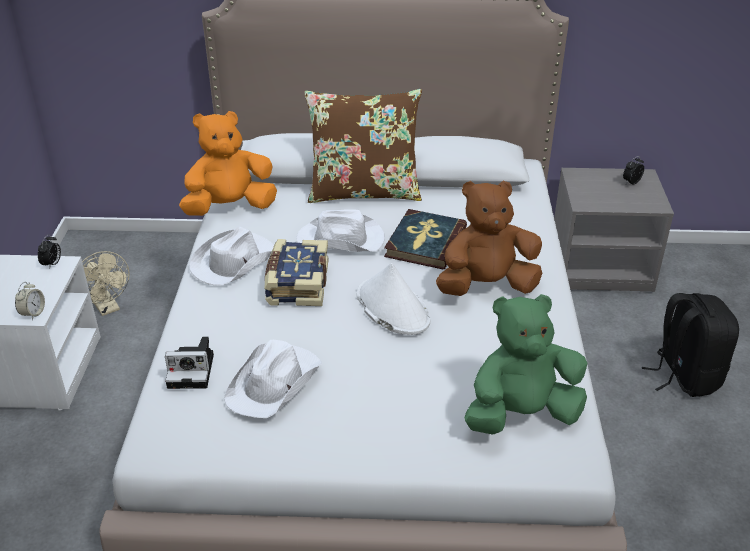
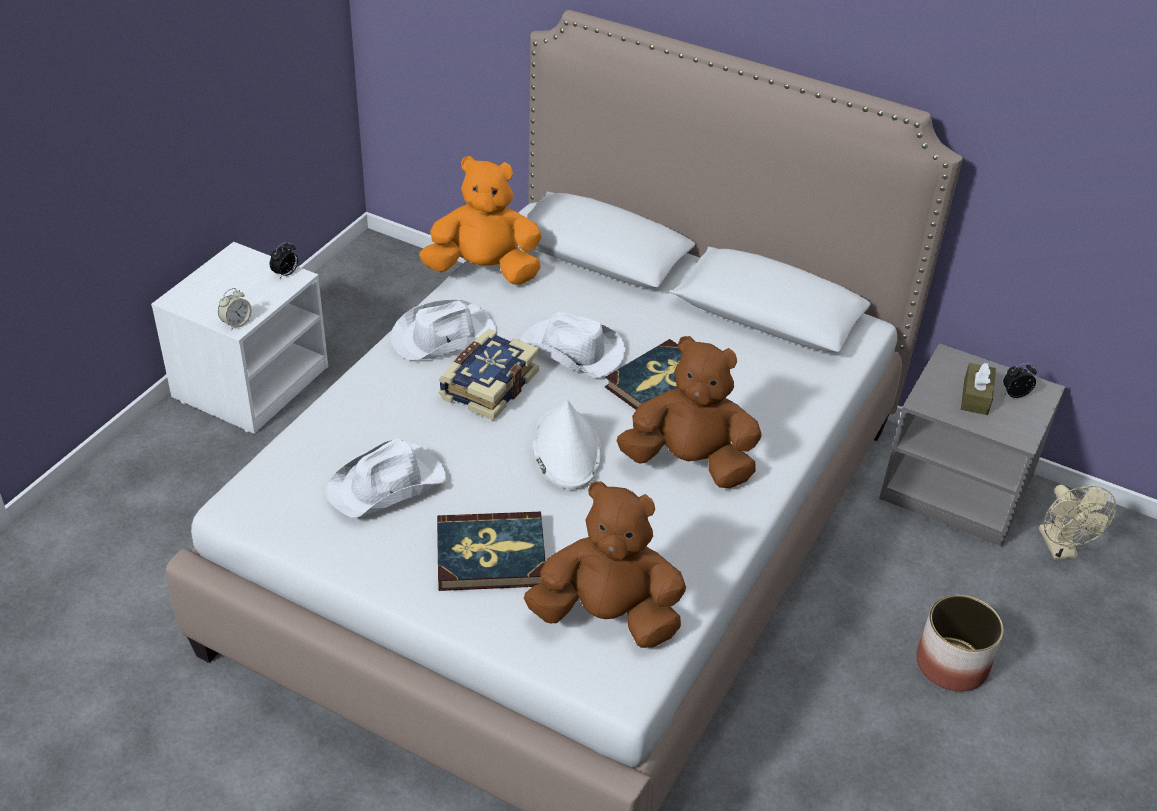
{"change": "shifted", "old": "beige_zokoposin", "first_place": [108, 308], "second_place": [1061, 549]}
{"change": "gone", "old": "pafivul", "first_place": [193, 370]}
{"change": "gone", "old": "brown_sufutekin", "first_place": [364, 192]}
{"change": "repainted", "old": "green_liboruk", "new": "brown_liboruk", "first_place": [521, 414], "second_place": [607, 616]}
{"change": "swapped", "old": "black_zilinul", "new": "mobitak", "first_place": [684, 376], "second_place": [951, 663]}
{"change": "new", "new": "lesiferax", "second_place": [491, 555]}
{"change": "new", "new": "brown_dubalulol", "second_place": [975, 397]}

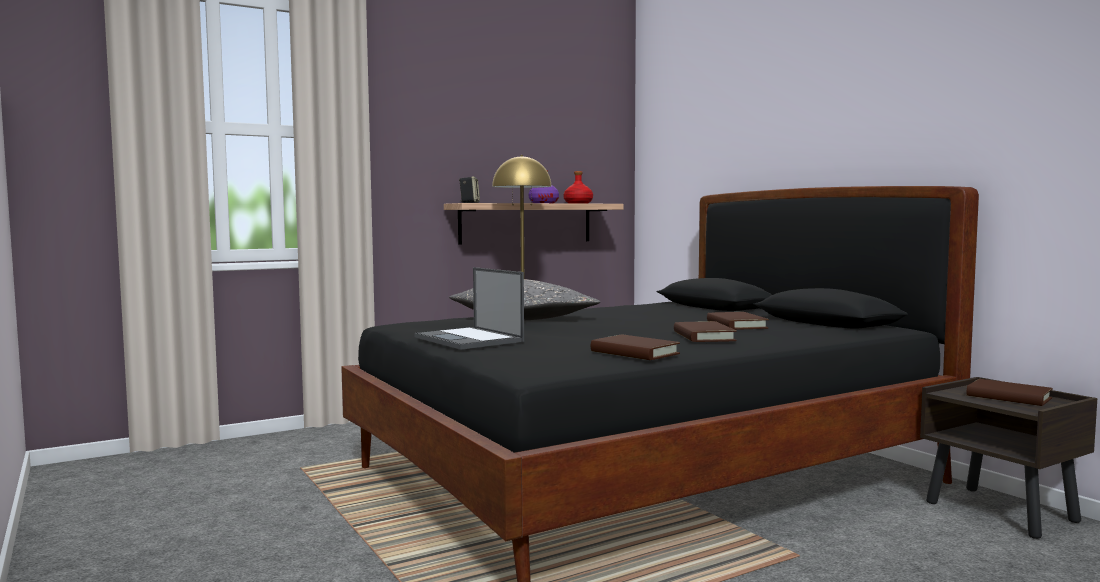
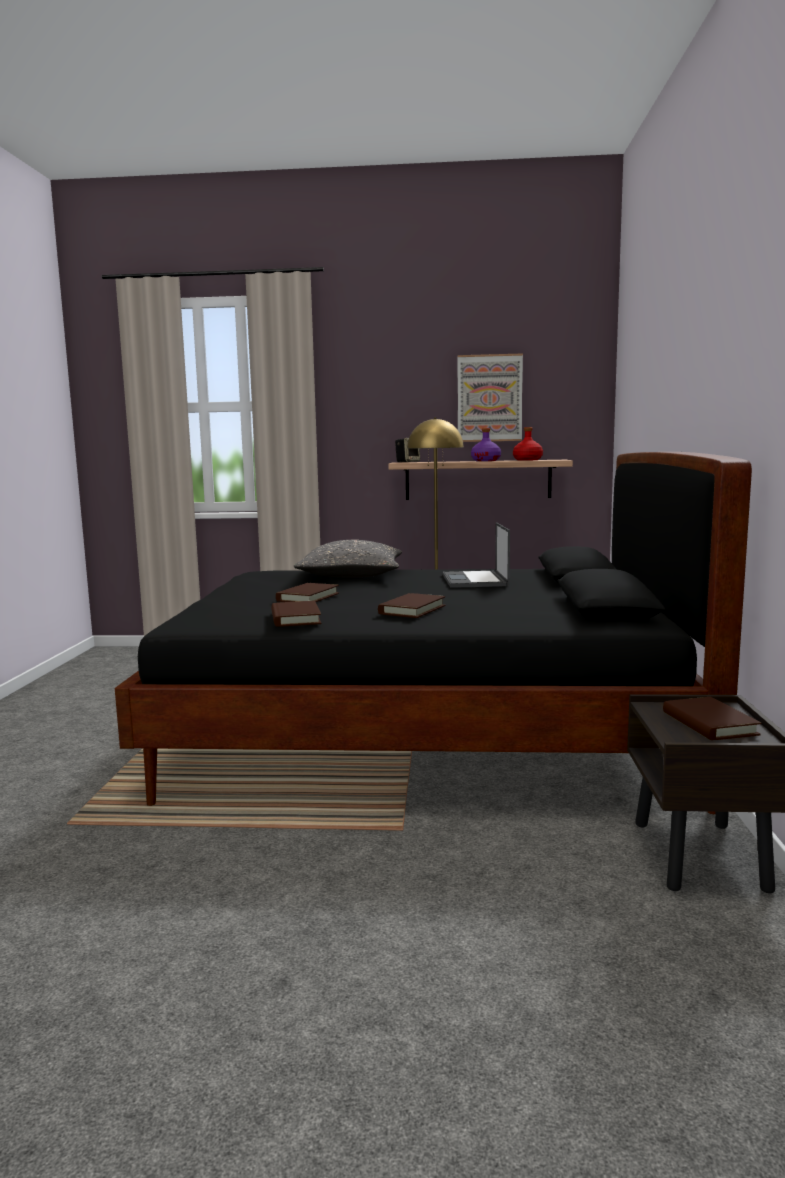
{"change": "shifted", "old": "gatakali", "first_place": [470, 339], "second_place": [475, 580]}
{"change": "shifted", "old": "brown_lesiferax", "first_place": [736, 325], "second_place": [308, 597]}
{"change": "new", "new": "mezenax", "second_place": [489, 398]}

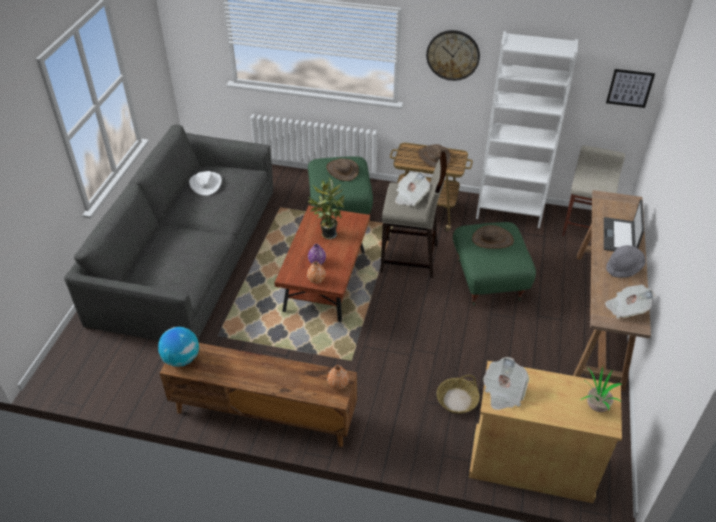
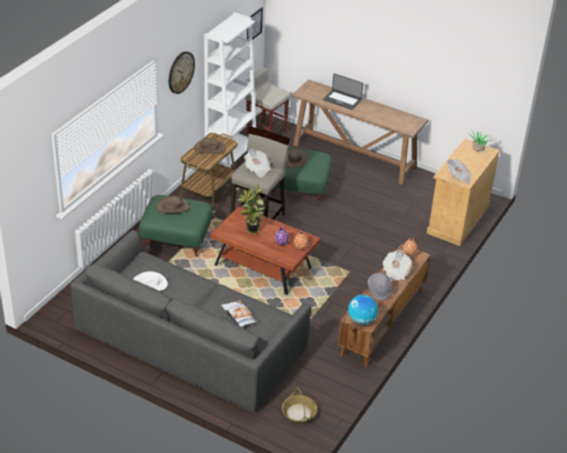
{"change": "shifted", "old": "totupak", "first_place": [457, 400], "second_place": [299, 413]}
{"change": "shifted", "old": "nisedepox", "first_place": [626, 309], "second_place": [395, 272]}
{"change": "shifted", "old": "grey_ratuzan", "first_place": [623, 268], "second_place": [379, 291]}
{"change": "new", "new": "sufutekin", "second_place": [239, 316]}

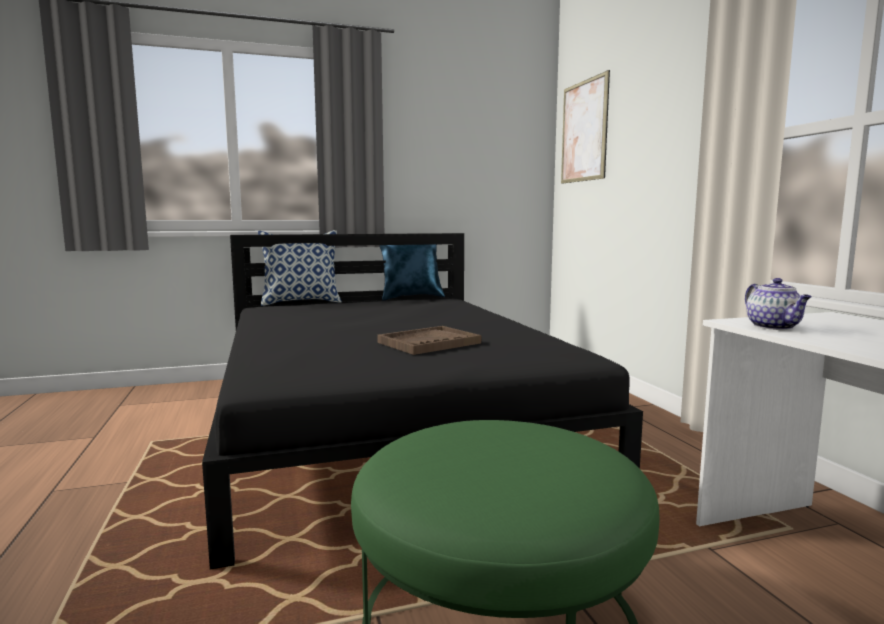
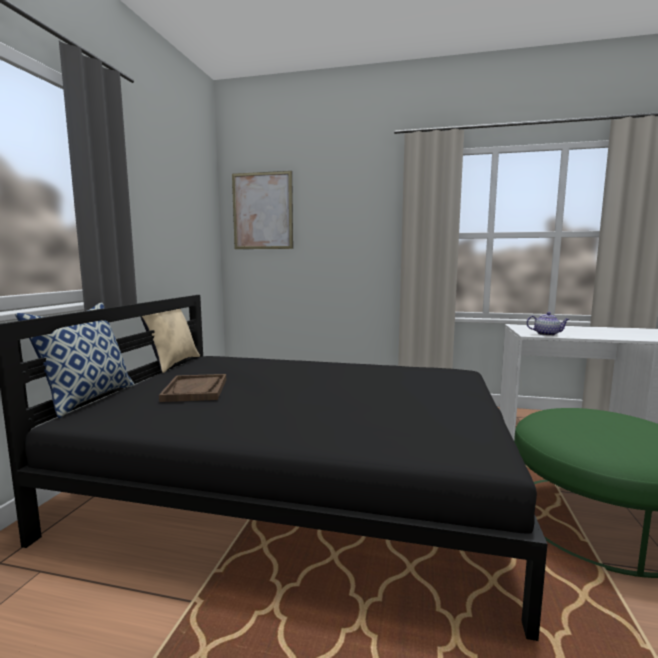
{"change": "shifted", "old": "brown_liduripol", "first_place": [429, 343], "second_place": [195, 390]}
{"change": "repainted", "old": "blue_sufutekin", "new": "beige_sufutekin", "first_place": [411, 298], "second_place": [172, 364]}

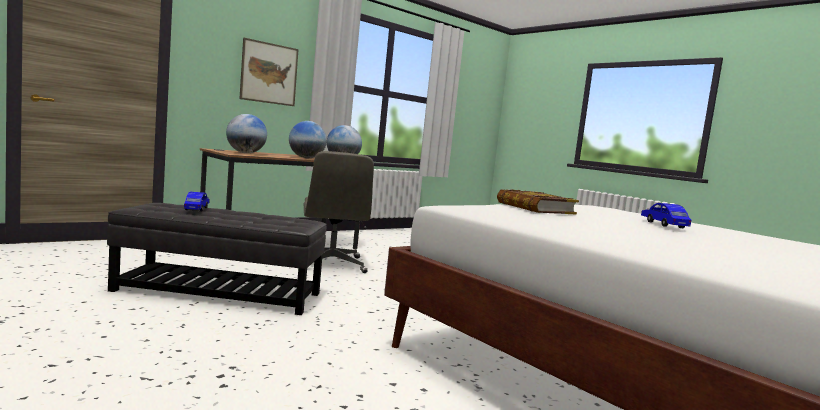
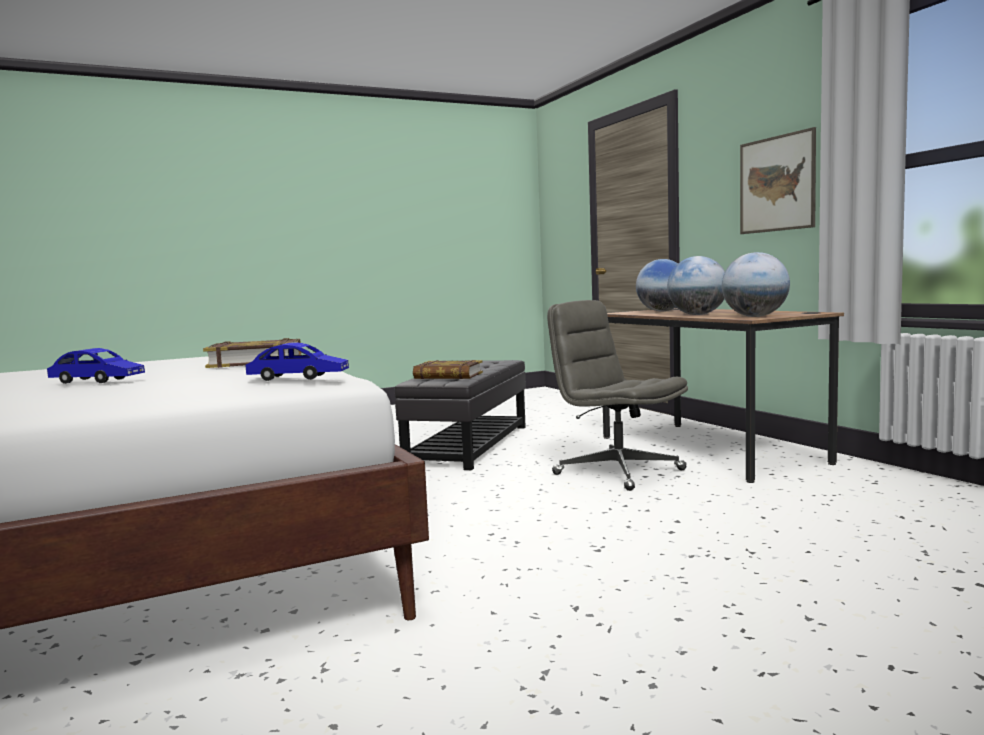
{"change": "shifted", "old": "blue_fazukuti", "first_place": [197, 208], "second_place": [298, 378]}
{"change": "rotated", "old": "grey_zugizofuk", "first_place": [331, 264], "second_place": [617, 472], "degrees": 45}
{"change": "new", "new": "lesiferax", "second_place": [448, 376]}

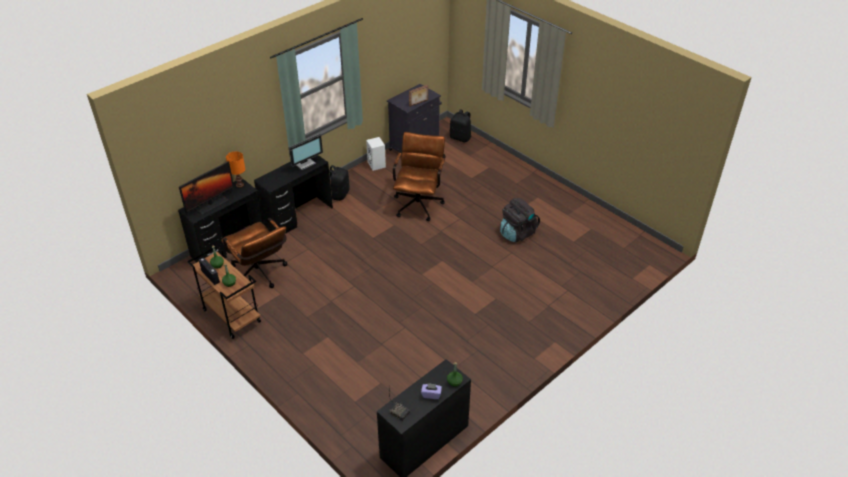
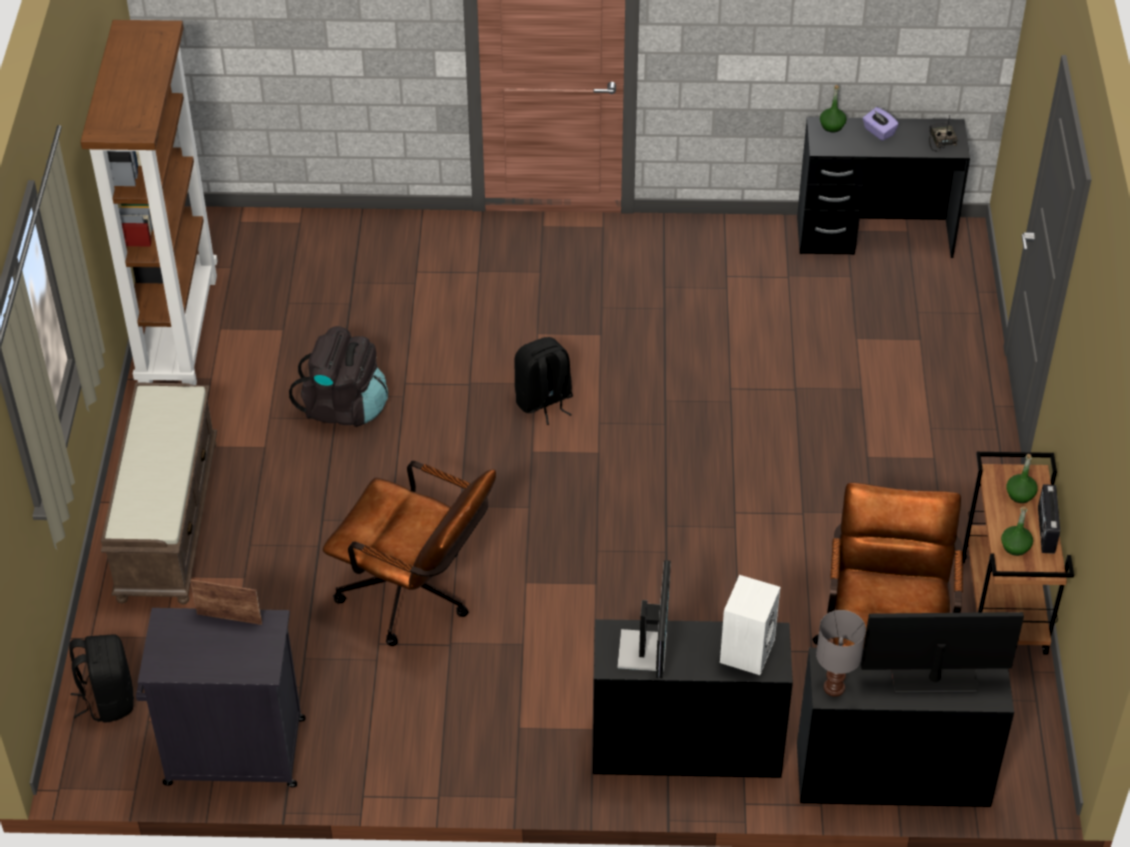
{"change": "repainted", "old": "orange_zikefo", "new": "grey_zikefo", "first_place": [239, 185], "second_place": [834, 688]}
{"change": "rotated", "old": "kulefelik", "first_place": [305, 163], "second_place": [645, 650], "degrees": 90}
{"change": "shifted", "old": "black_zilinul", "first_place": [339, 194], "second_place": [544, 401]}
{"change": "shifted", "old": "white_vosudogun", "first_place": [377, 165], "second_place": [746, 649]}
{"change": "rotated", "old": "brown_zugizofuk", "first_place": [419, 202], "second_place": [416, 597], "degrees": -120}
{"change": "new", "new": "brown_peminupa", "second_place": [177, 330]}
{"change": "new", "new": "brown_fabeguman", "second_place": [166, 519]}

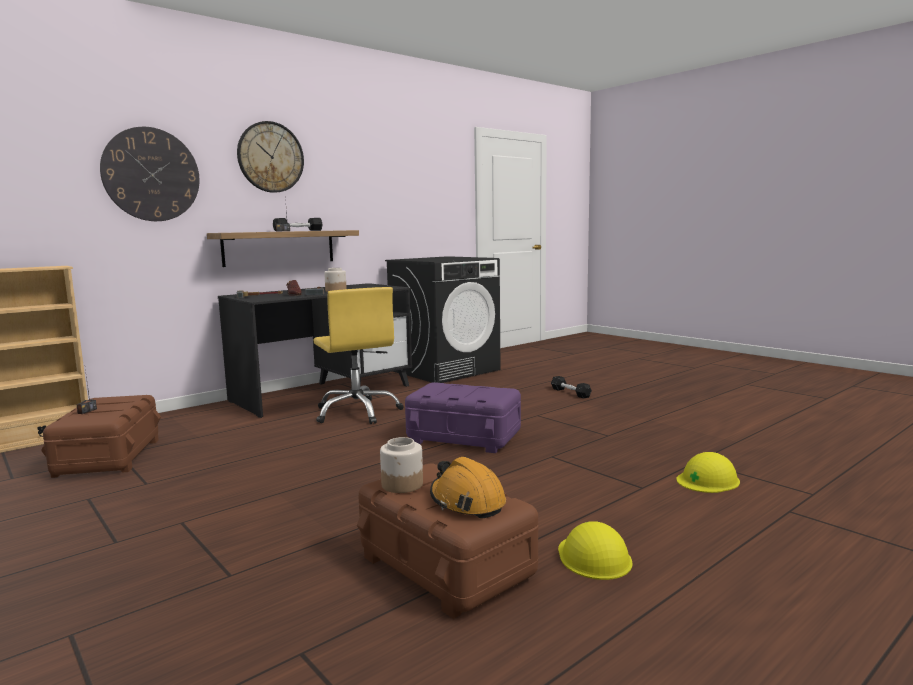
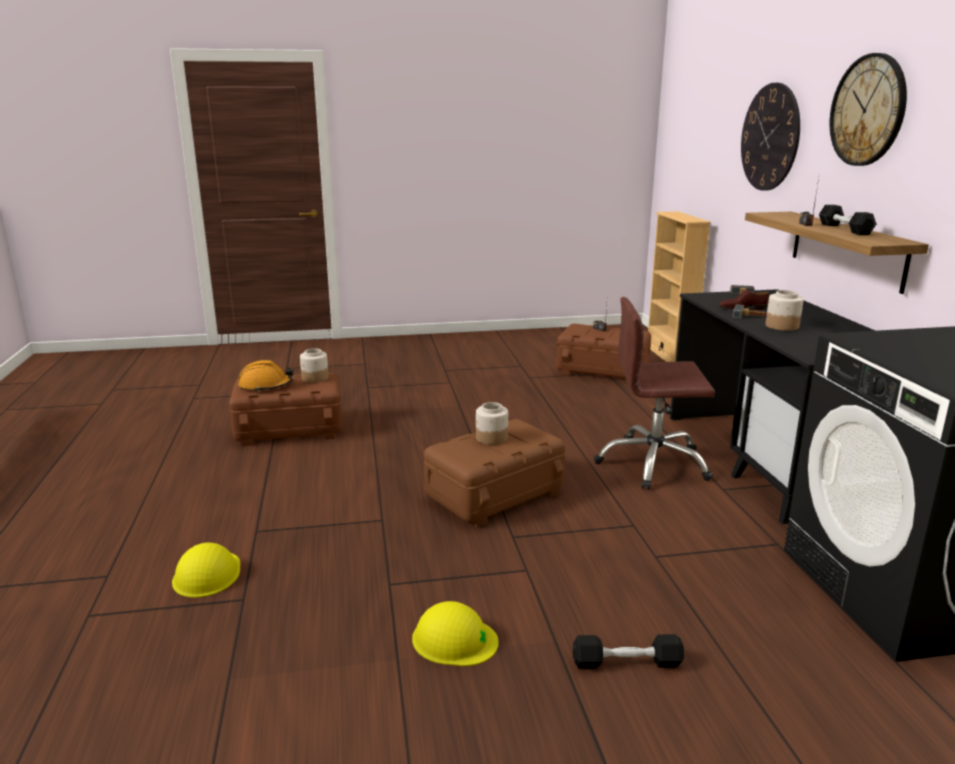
{"change": "repainted", "old": "yellow_zugizofuk", "new": "brown_zugizofuk", "first_place": [357, 412], "second_place": [653, 464]}
{"change": "repainted", "old": "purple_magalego", "new": "brown_magalego", "first_place": [463, 438], "second_place": [494, 494]}
{"change": "shifted", "old": "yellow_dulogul", "first_place": [594, 557], "second_place": [454, 640]}
{"change": "new", "new": "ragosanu", "second_place": [491, 438]}

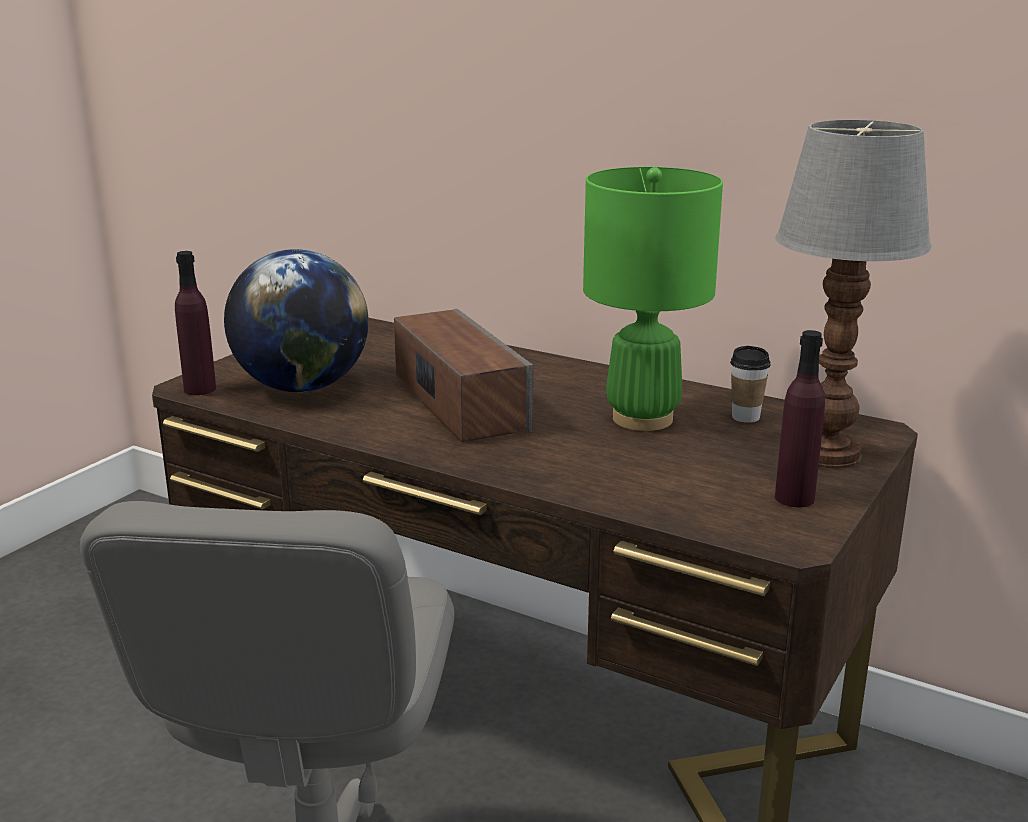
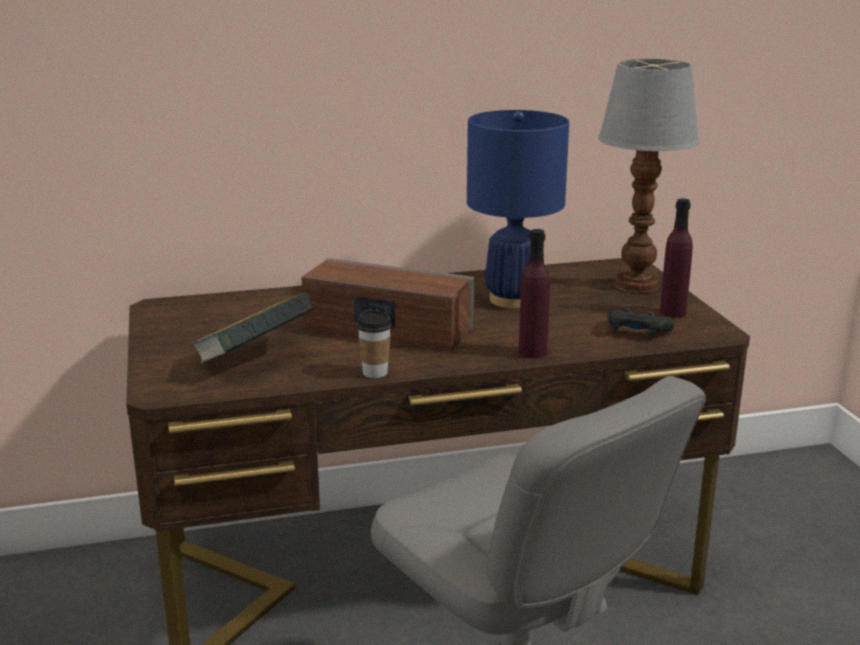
{"change": "shifted", "old": "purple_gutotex", "first_place": [200, 389], "second_place": [532, 352]}
{"change": "swapped", "old": "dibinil", "new": "lesiferax", "first_place": [301, 387], "second_place": [254, 359]}
{"change": "repainted", "old": "green_zikefo", "new": "blue_zikefo", "first_place": [642, 419], "second_place": [512, 300]}
{"change": "shifted", "old": "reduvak", "first_place": [745, 417], "second_place": [375, 373]}
{"change": "new", "new": "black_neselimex", "second_place": [637, 332]}

